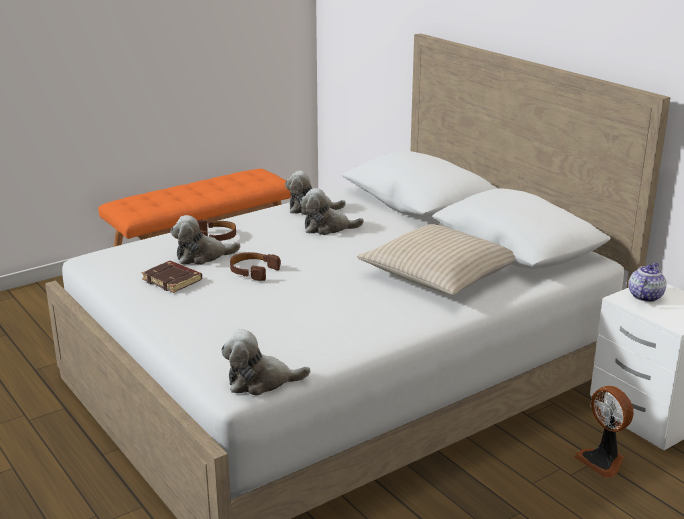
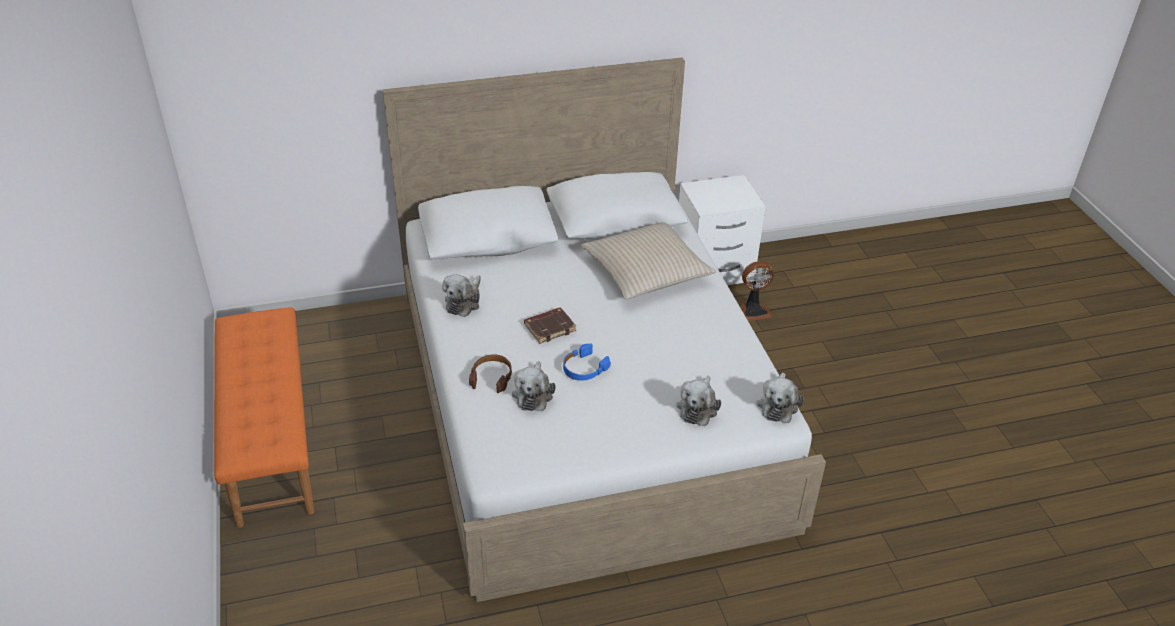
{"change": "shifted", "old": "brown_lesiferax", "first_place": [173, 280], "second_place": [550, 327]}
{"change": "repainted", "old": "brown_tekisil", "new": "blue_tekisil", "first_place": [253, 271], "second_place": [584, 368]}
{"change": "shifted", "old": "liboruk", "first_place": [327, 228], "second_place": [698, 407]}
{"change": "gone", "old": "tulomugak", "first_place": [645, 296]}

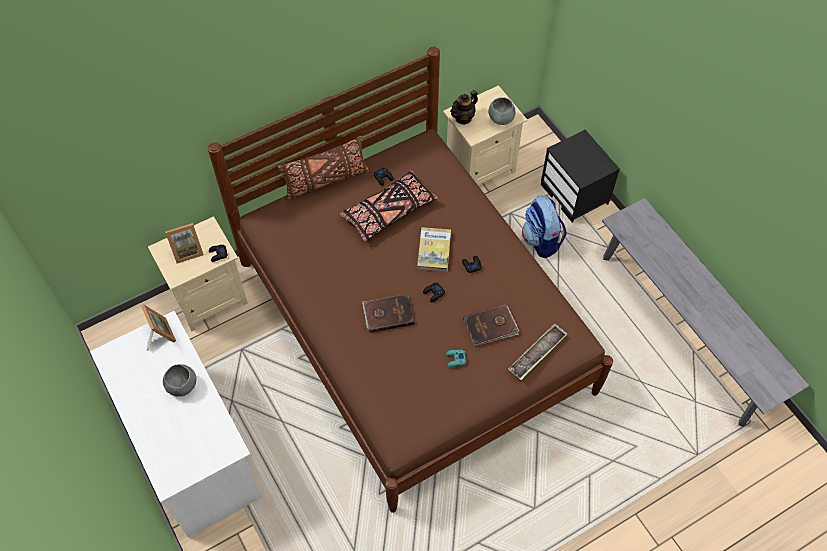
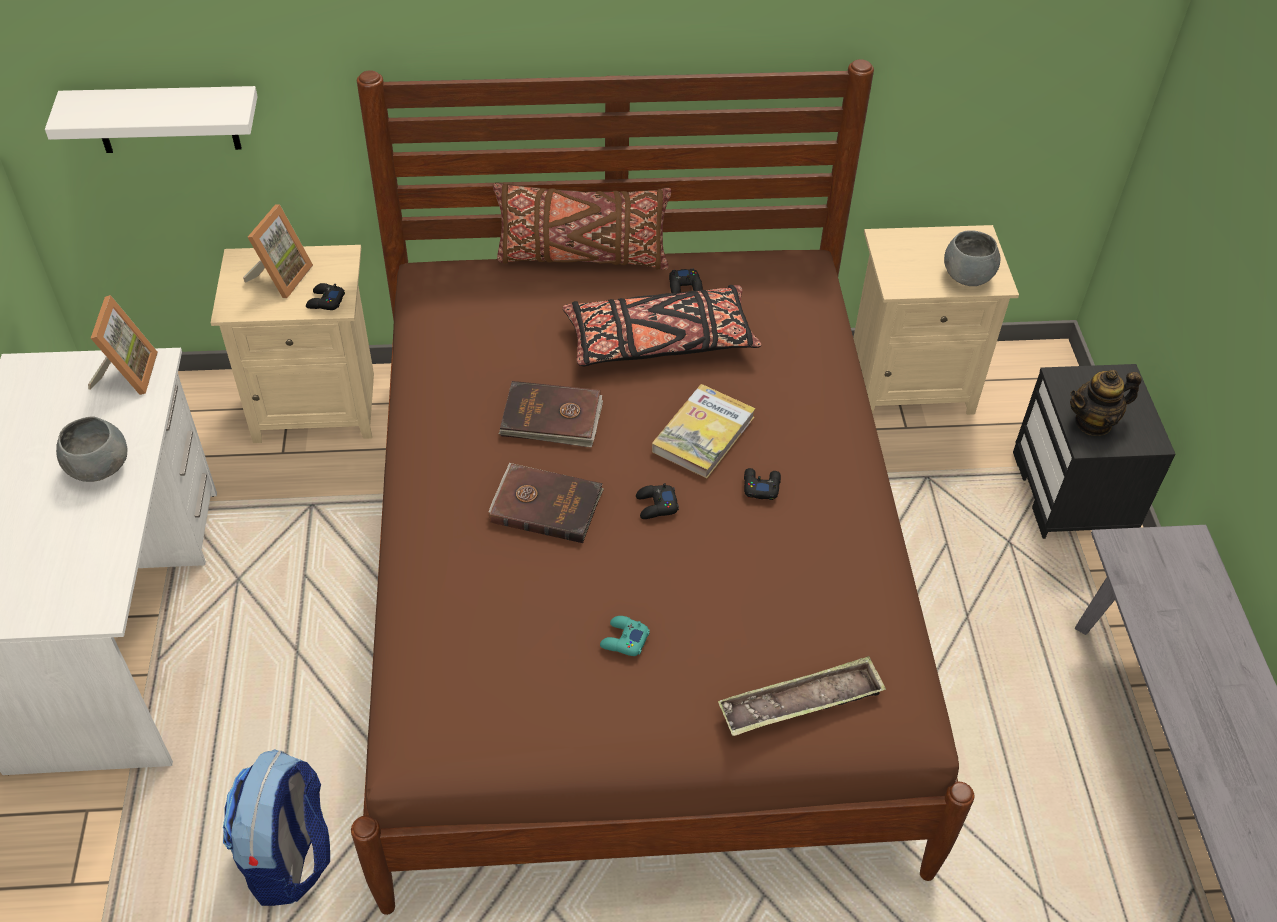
{"change": "rotated", "old": "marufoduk", "first_place": [187, 250], "second_place": [280, 277], "degrees": -75}
{"change": "shifted", "old": "tulomugak", "first_place": [463, 117], "second_place": [1093, 422]}
{"change": "shifted", "old": "brown_lesiferax", "first_place": [491, 326], "second_place": [551, 418]}
{"change": "shifted", "old": "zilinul", "first_place": [541, 240], "second_place": [290, 857]}
{"change": "new", "new": "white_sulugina", "second_place": [166, 119]}

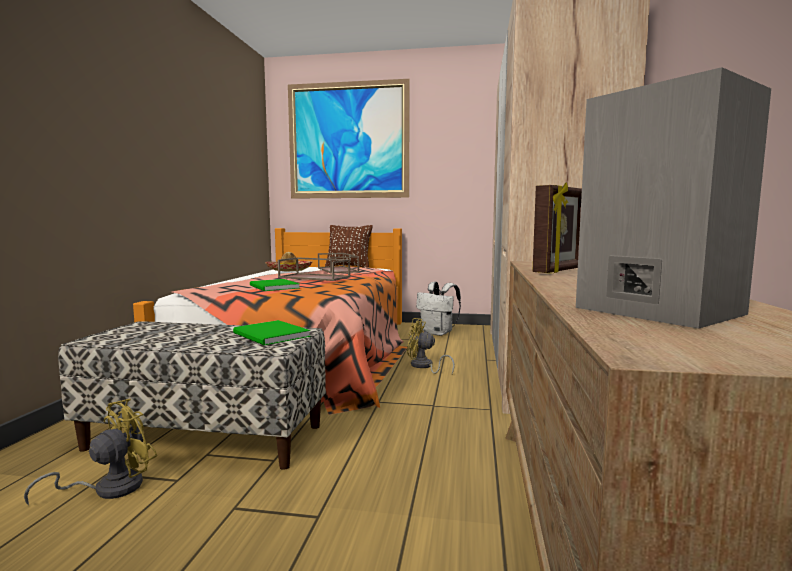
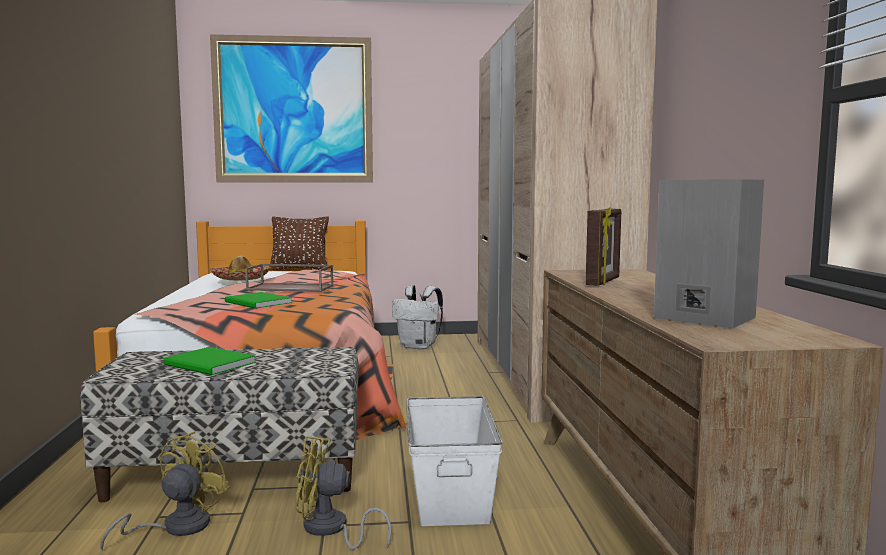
{"change": "shifted", "old": "green_lesiferax", "first_place": [270, 335], "second_place": [210, 364]}
{"change": "gone", "old": "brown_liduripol", "first_place": [338, 270]}
{"change": "shifted", "old": "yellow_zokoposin", "first_place": [424, 366], "second_place": [330, 530]}
{"change": "new", "new": "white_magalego", "second_place": [451, 491]}

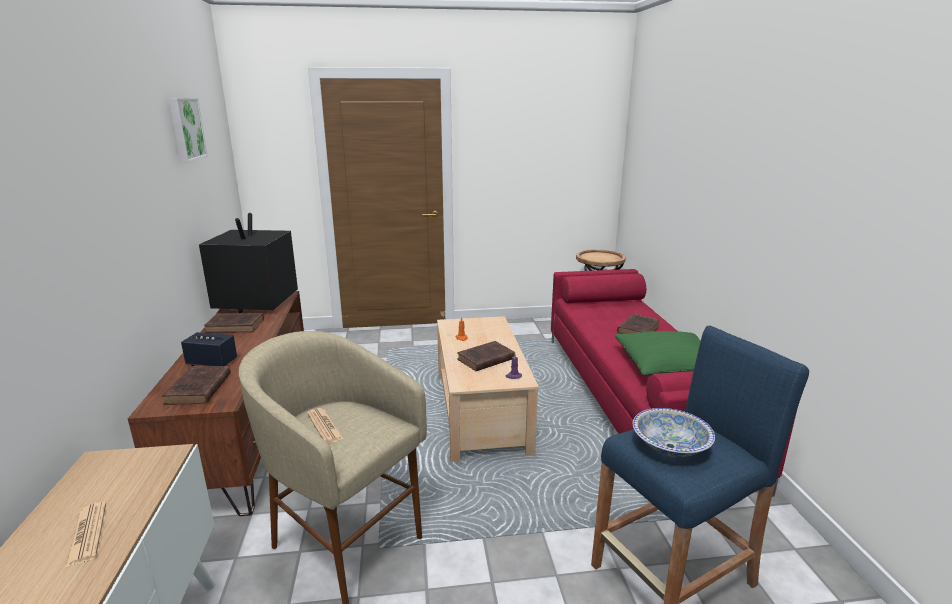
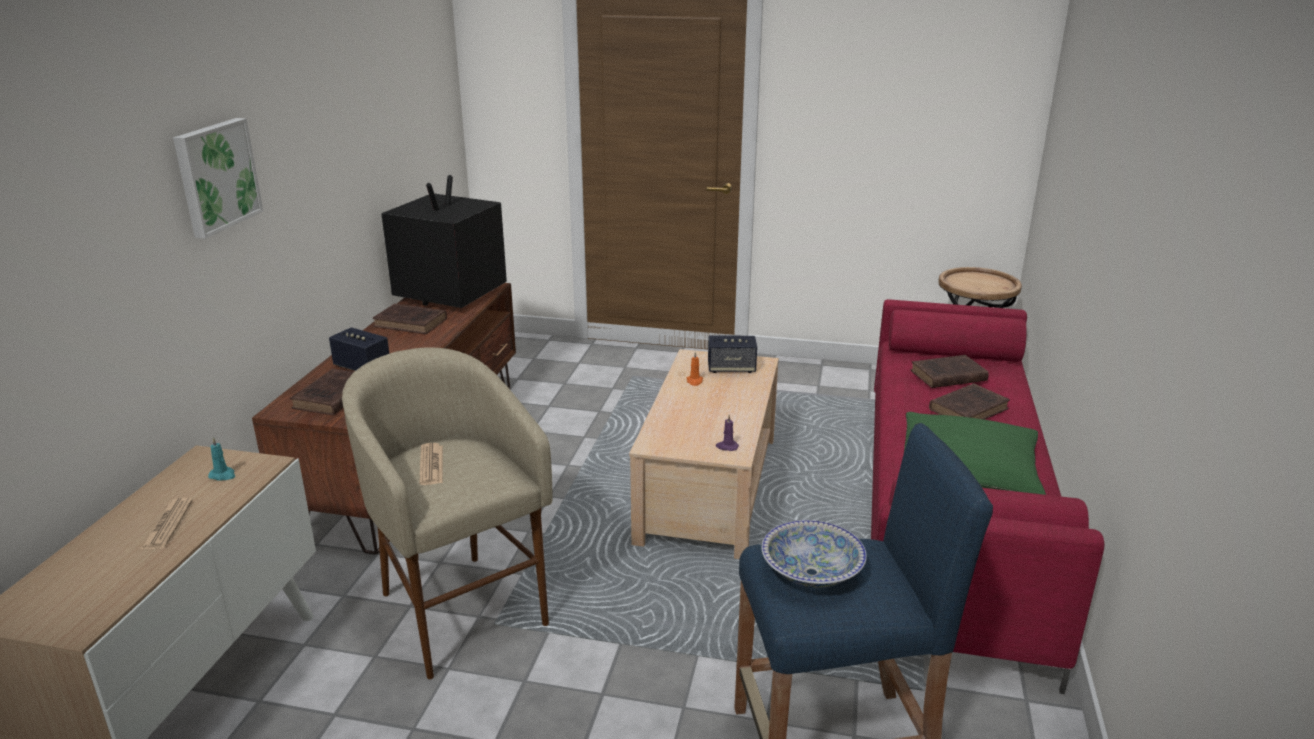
{"change": "shifted", "old": "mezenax", "first_place": [185, 129], "second_place": [215, 176]}
{"change": "shifted", "old": "brown_lesiferax", "first_place": [484, 359], "second_place": [946, 376]}
{"change": "new", "new": "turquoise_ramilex", "second_place": [223, 475]}
{"change": "new", "new": "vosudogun", "second_place": [731, 368]}

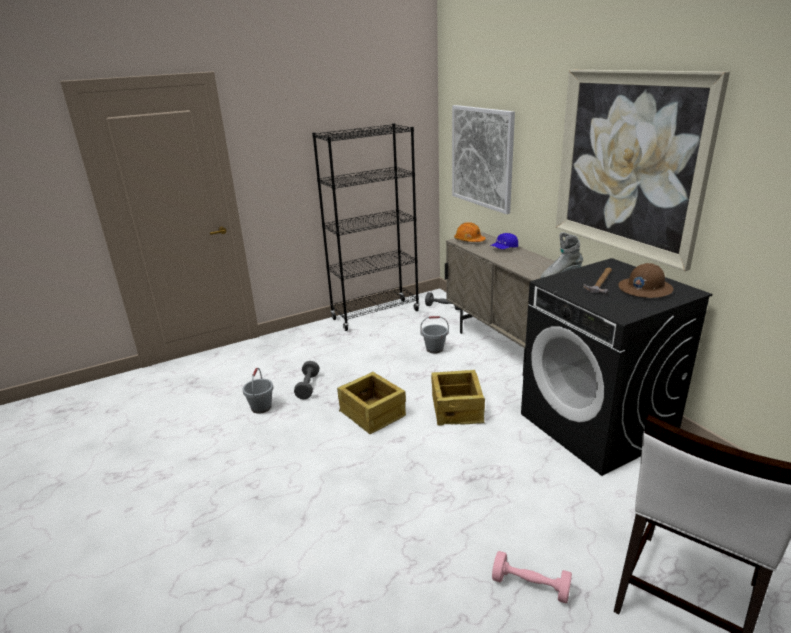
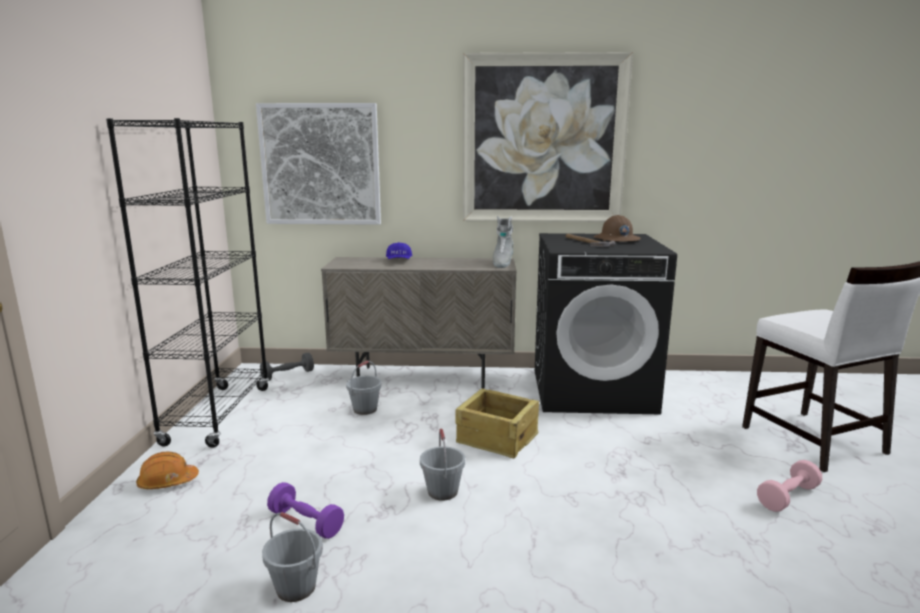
{"change": "repainted", "old": "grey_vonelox", "new": "purple_vonelox", "first_place": [308, 386], "second_place": [306, 522]}
{"change": "swapped", "old": "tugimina", "new": "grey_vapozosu", "first_place": [372, 414], "second_place": [443, 491]}
{"change": "shifted", "old": "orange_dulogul", "first_place": [469, 240], "second_place": [167, 482]}

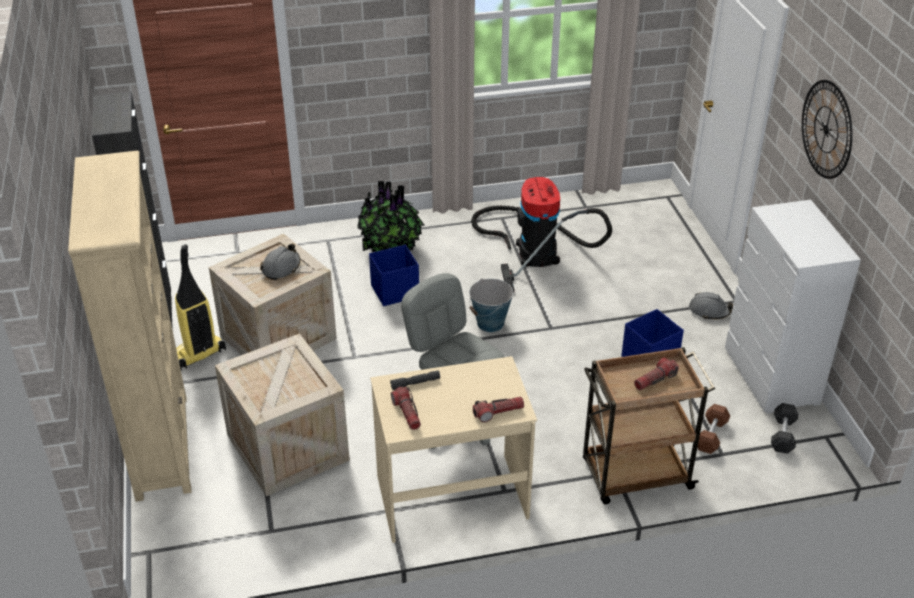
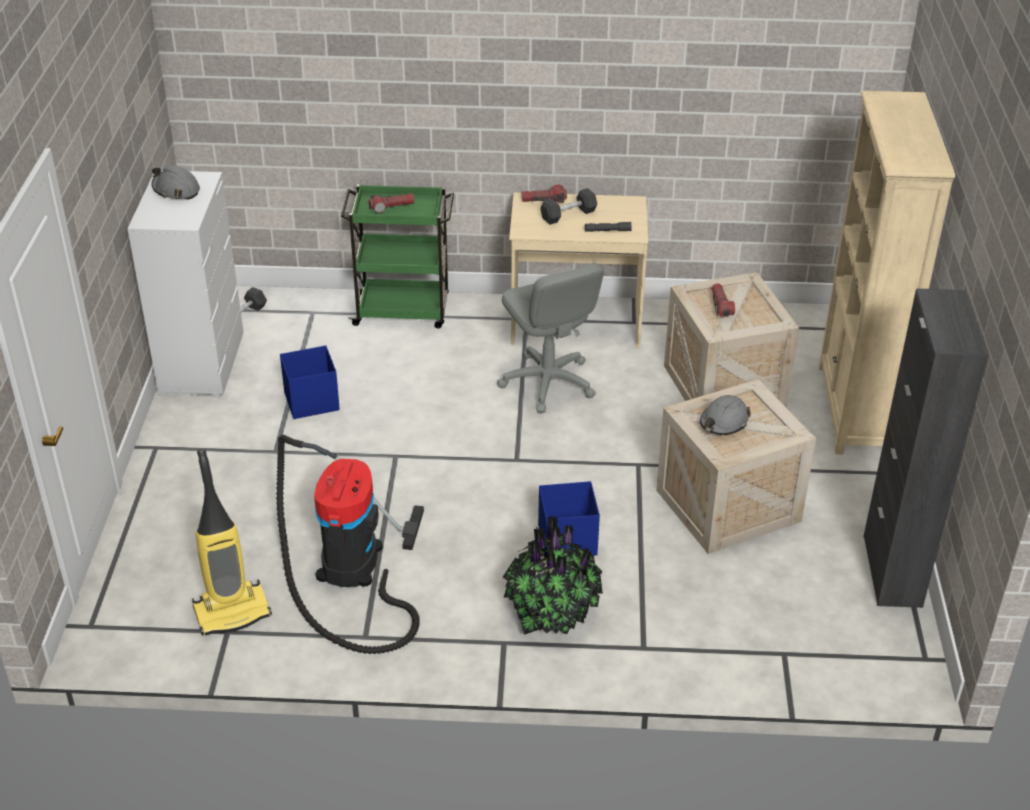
{"change": "shifted", "old": "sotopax", "first_place": [197, 355], "second_place": [232, 611]}
{"change": "shifted", "old": "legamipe", "first_place": [407, 413], "second_place": [721, 306]}
{"change": "gone", "old": "vapozosu", "first_place": [490, 323]}
{"change": "repainted", "old": "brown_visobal", "new": "green_visobal", "first_place": [634, 475], "second_place": [403, 311]}
{"change": "shifted", "old": "grey_dulogul", "first_place": [709, 311], "second_place": [176, 190]}
{"change": "gone", "old": "brown_vonelox", "first_place": [711, 435]}
{"change": "gone", "old": "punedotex", "first_place": [826, 129]}
{"change": "new", "new": "grey_vonelox", "second_place": [568, 215]}

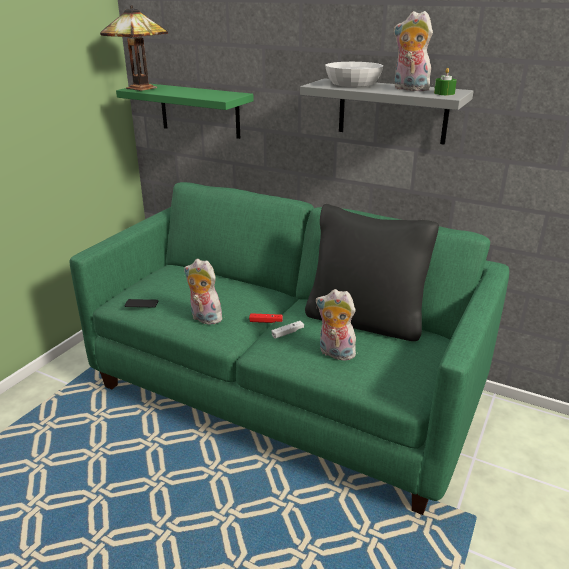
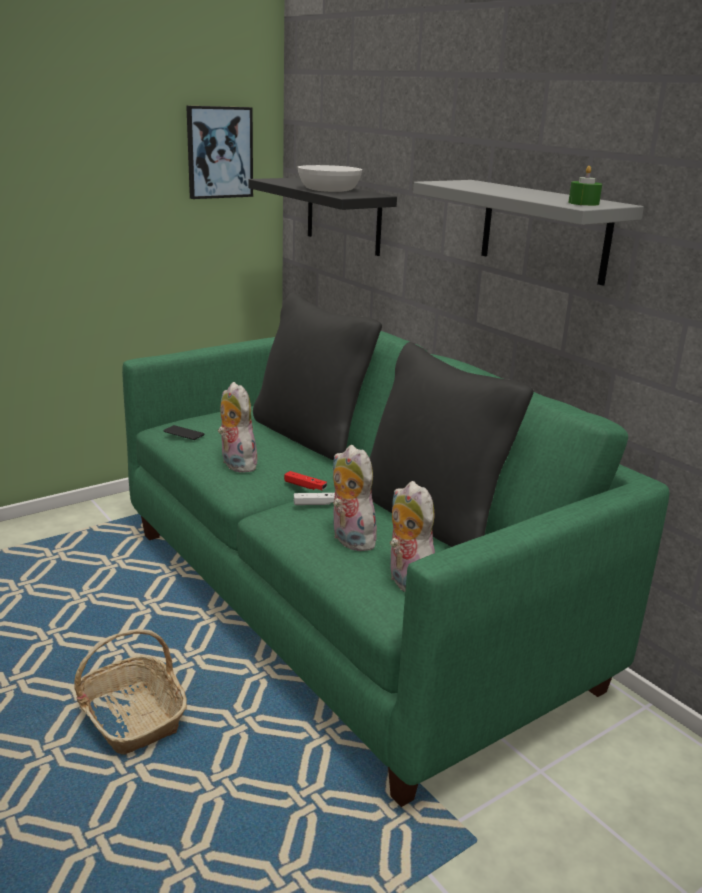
{"change": "gone", "old": "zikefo", "first_place": [141, 89]}
{"change": "repainted", "old": "green_sulugina", "new": "black_sulugina", "first_place": [199, 111], "second_place": [343, 216]}
{"change": "shifted", "old": "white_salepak", "first_place": [353, 84], "second_place": [330, 189]}
{"change": "shifted", "old": "liboruk", "first_place": [409, 89], "second_place": [406, 582]}
{"change": "new", "new": "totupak", "second_place": [131, 717]}
{"change": "new", "new": "mezenax", "second_place": [219, 152]}
{"change": "new", "new": "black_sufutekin", "second_place": [311, 435]}

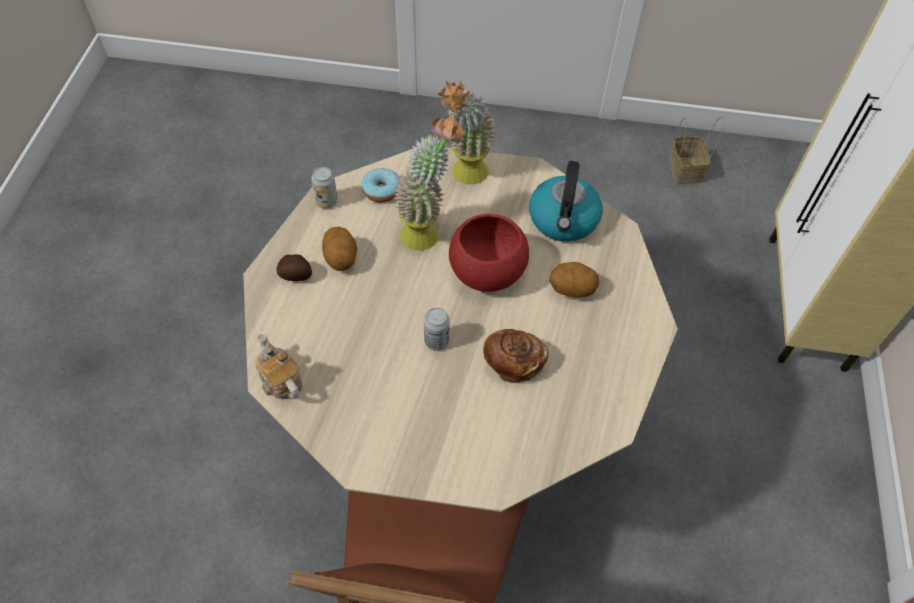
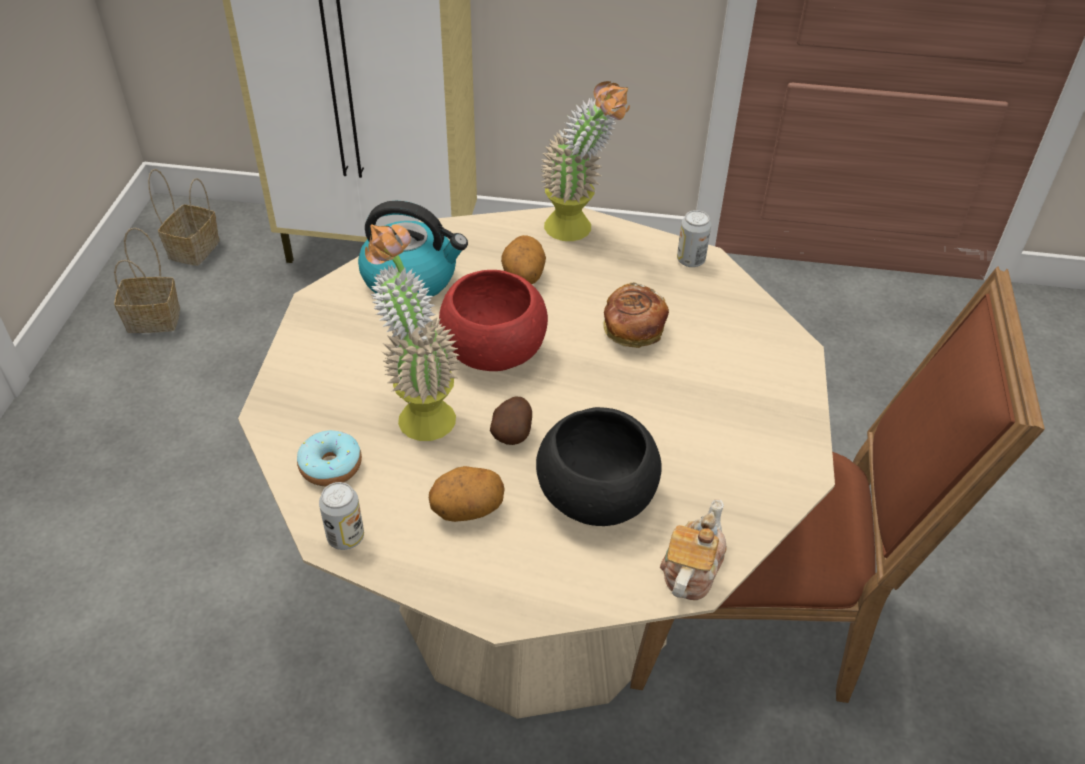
{"change": "rotated", "old": "tulomugak", "first_place": [280, 379], "second_place": [690, 569], "degrees": 150}
{"change": "shifted", "old": "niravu", "first_place": [296, 275], "second_place": [513, 432]}
{"change": "shifted", "old": "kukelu", "first_place": [436, 341], "second_place": [690, 260]}
{"change": "shifted", "old": "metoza", "first_place": [465, 177], "second_place": [579, 231]}
{"change": "new", "new": "totupak", "second_place": [194, 248]}
{"change": "new", "new": "black_salepak", "second_place": [596, 496]}

